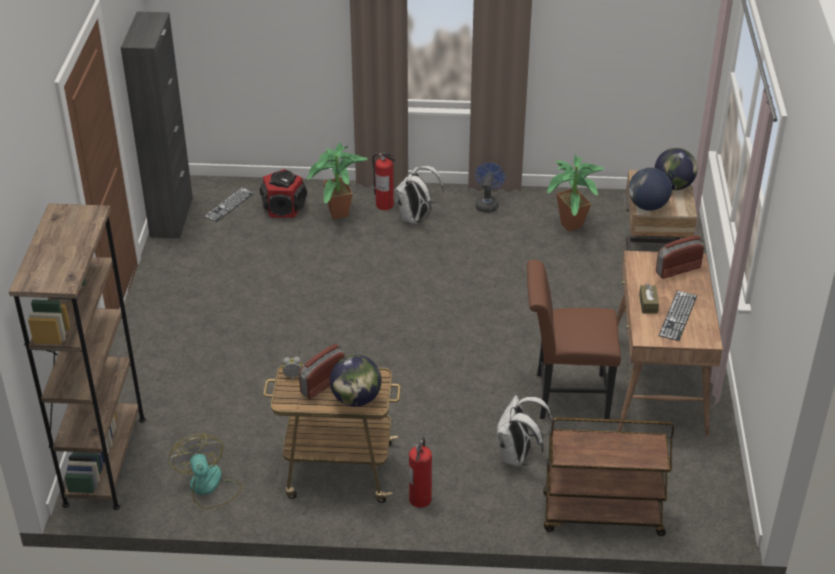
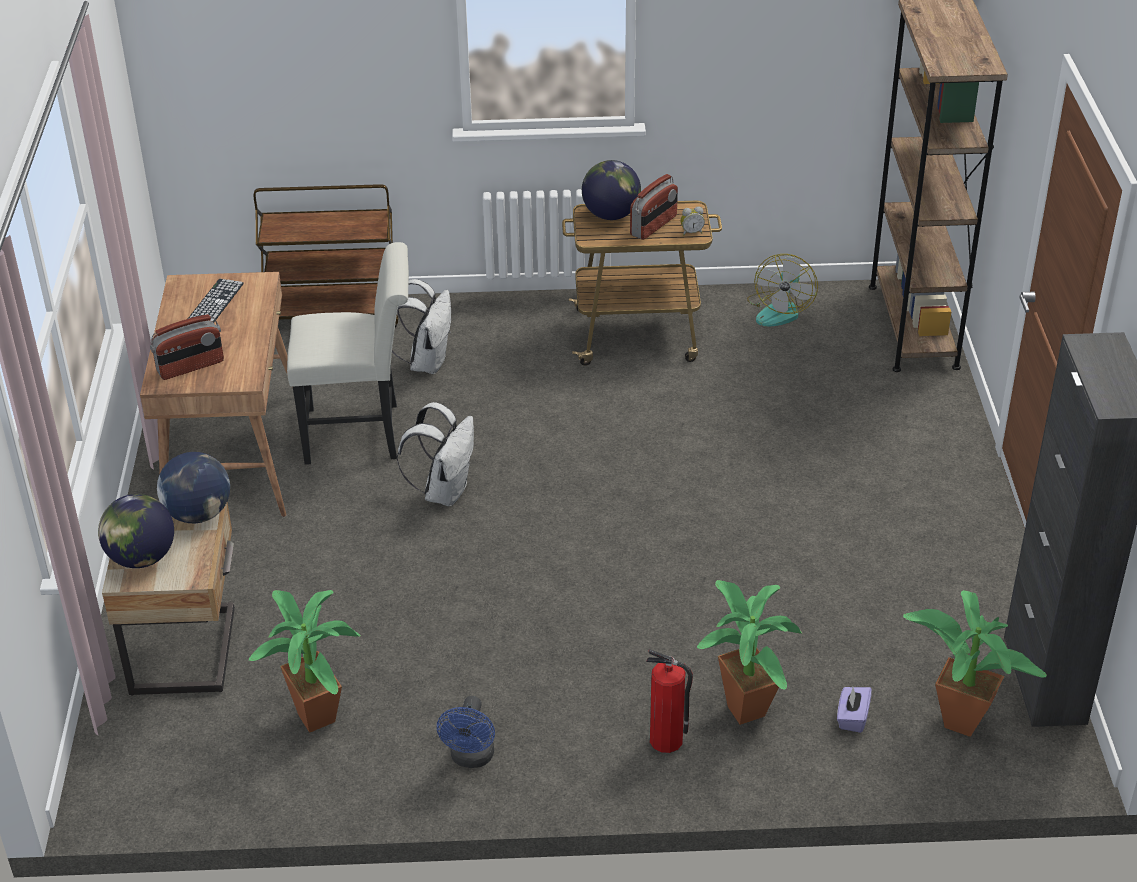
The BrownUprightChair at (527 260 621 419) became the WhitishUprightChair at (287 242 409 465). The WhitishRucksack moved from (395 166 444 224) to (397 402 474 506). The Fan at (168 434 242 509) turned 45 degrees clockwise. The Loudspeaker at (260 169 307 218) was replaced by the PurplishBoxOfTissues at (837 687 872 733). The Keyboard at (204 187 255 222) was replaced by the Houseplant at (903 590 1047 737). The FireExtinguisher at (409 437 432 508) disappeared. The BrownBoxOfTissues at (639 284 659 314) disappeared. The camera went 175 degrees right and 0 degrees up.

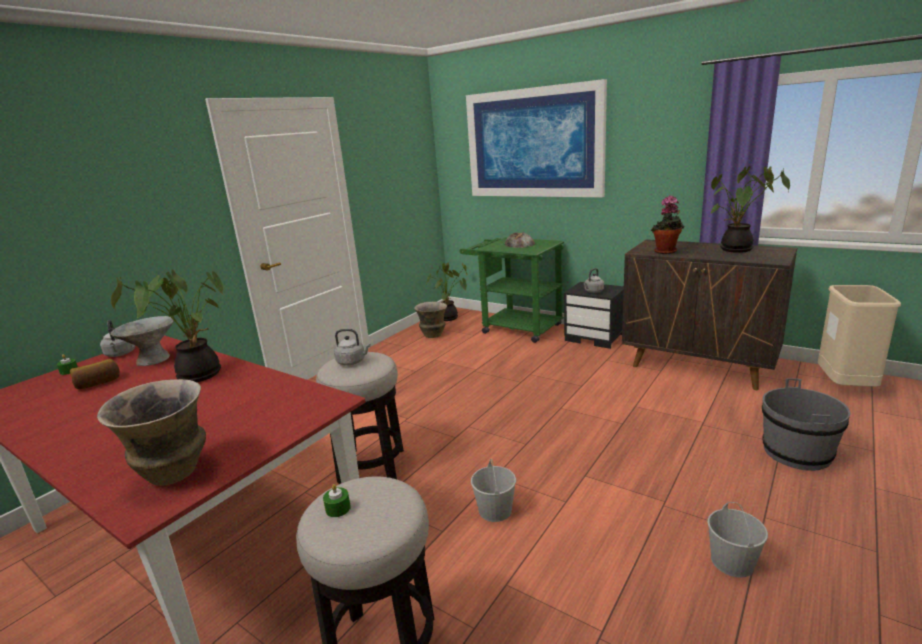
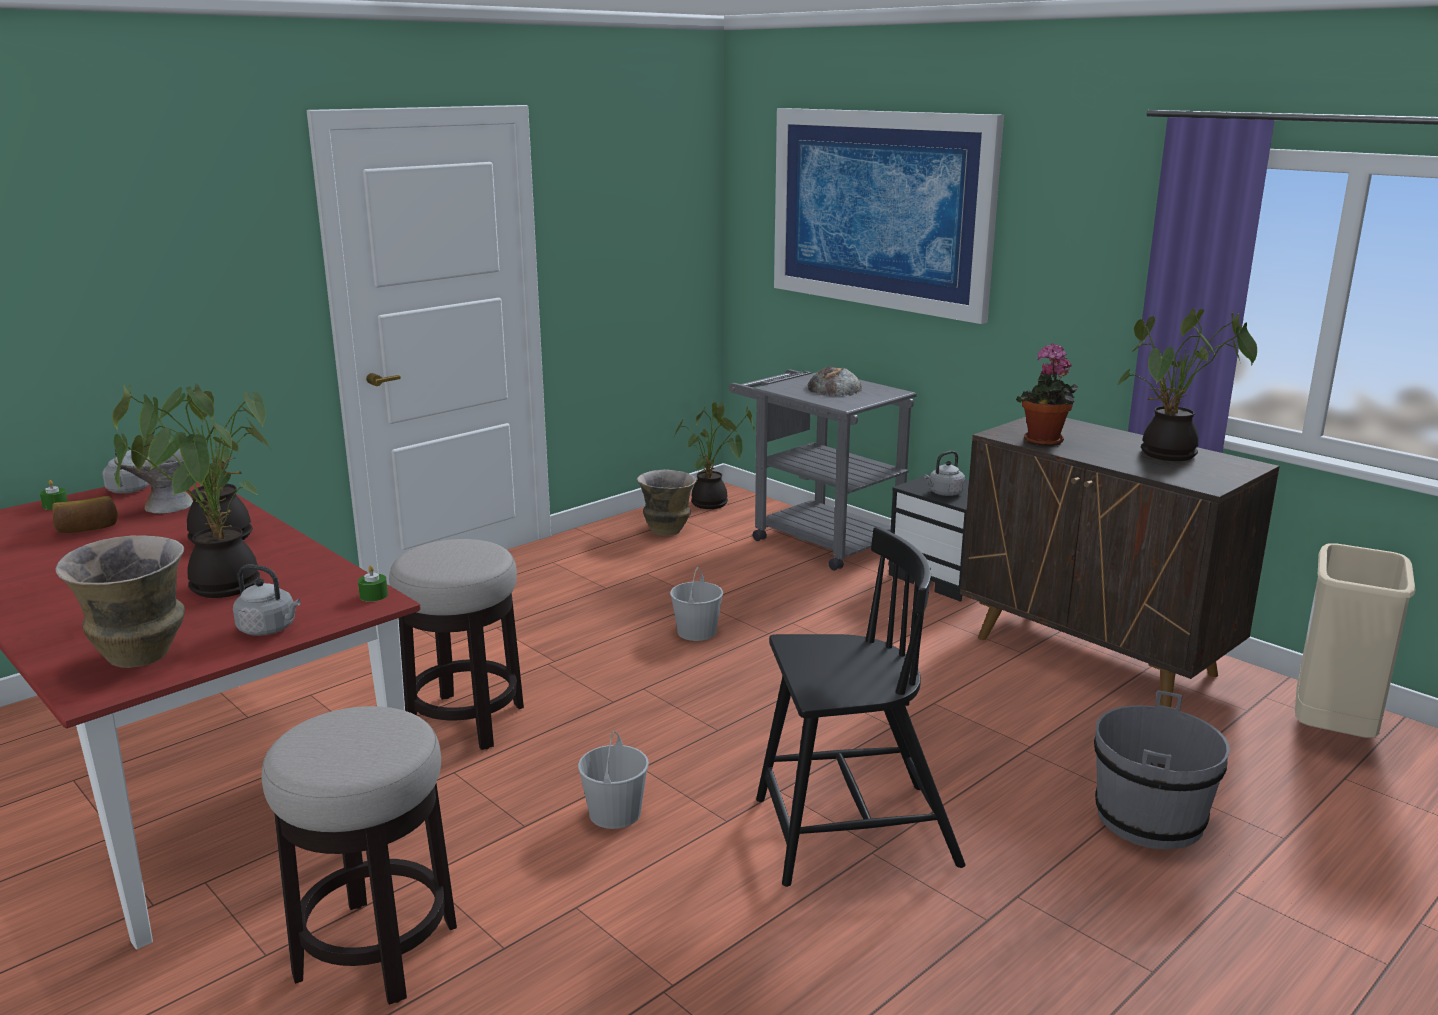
The Houseplant at (113 416 273 598) appeared. The GreyishWaterKettle moved from (334 329 371 365) to (233 565 301 636). The GreenCandle moved from (323 484 351 517) to (358 565 388 602). The WhitishWaterBucket moved from (707 502 768 578) to (670 567 723 641). The GreenTrolley at (459 237 564 343) became the GreyishTrolley at (729 370 917 571). The BlackColouredUprightChair at (756 527 965 887) appeared. The camera went 10 degrees right and 0 degrees up.

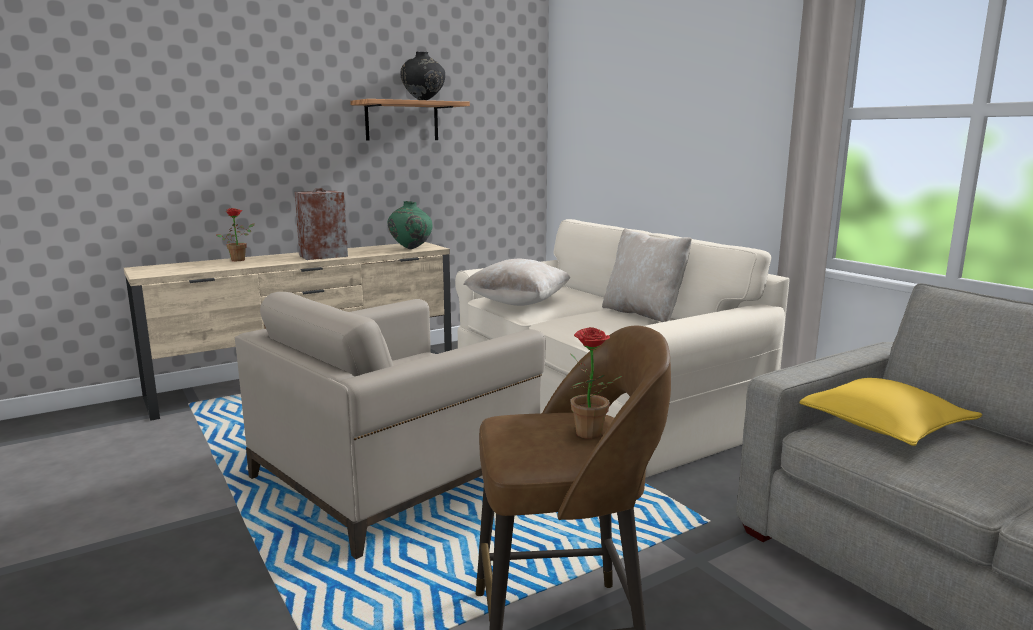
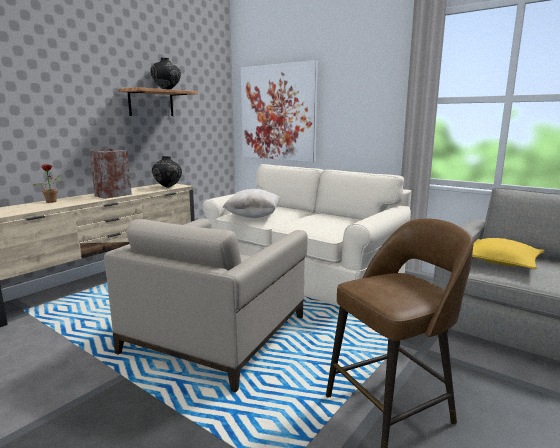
The GreenFlowerVase at (388 201 433 249) became the BlackColouredFlowerVase at (152 156 182 188). The WallPicture at (241 60 318 162) appeared. The Houseplant at (570 327 622 439) disappeared. The SandColouredThrowPillow at (602 228 692 322) disappeared. The camera went 20 degrees left and 0 degrees up.

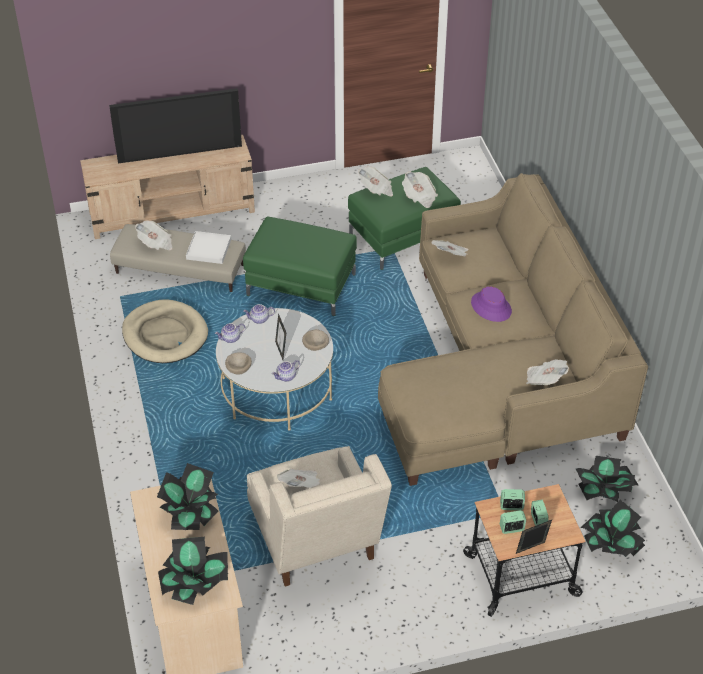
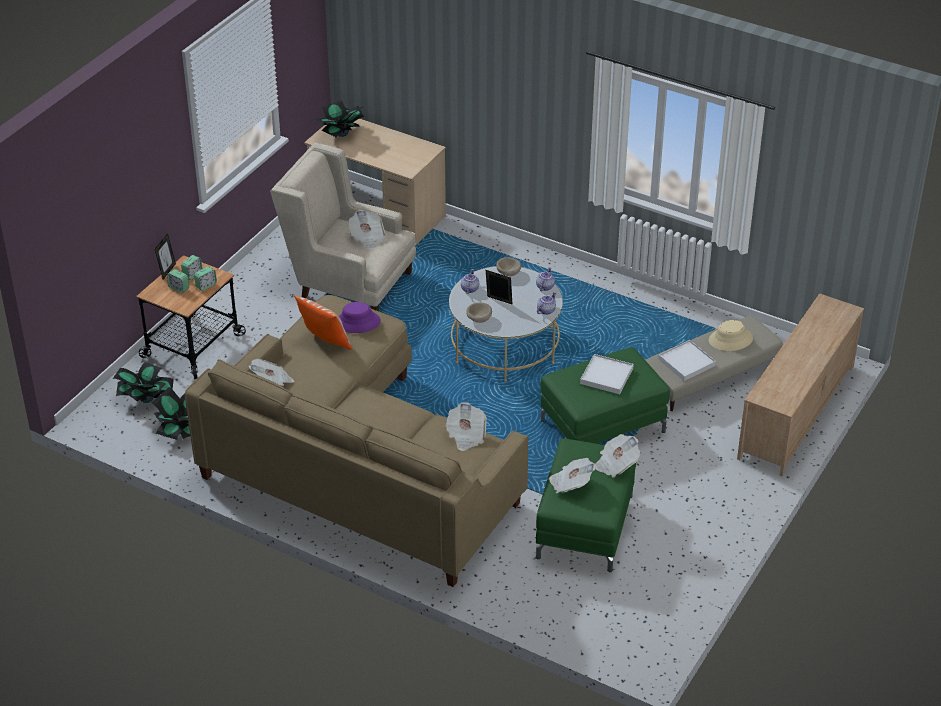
The ThrowPillow at (294 295 352 350) appeared. The PurplishWearableHat moved from (471 287 512 322) to (339 302 381 333). The WhitishTray at (580 354 634 394) appeared. The Newspaper at (135 221 172 250) was replaced by the SandColouredWearableHat at (709 320 753 351). The Television at (109 88 242 164) disappeared. The SandColouredPetBed at (122 299 208 363) disappeared. The Houseplant at (157 463 218 530) disappeared. The camera went 135 degrees right and 5 degrees down.

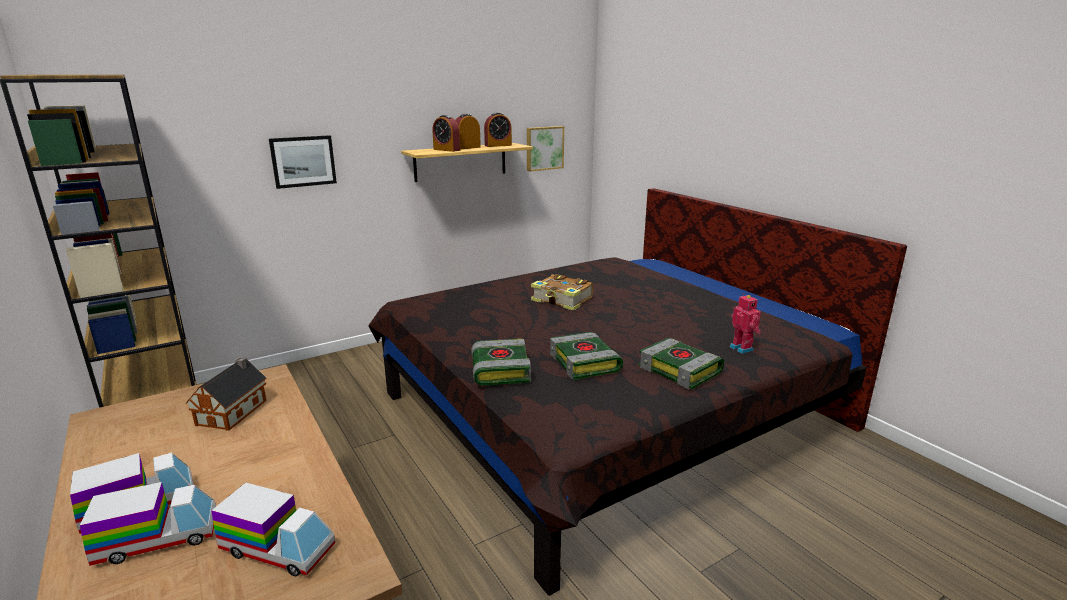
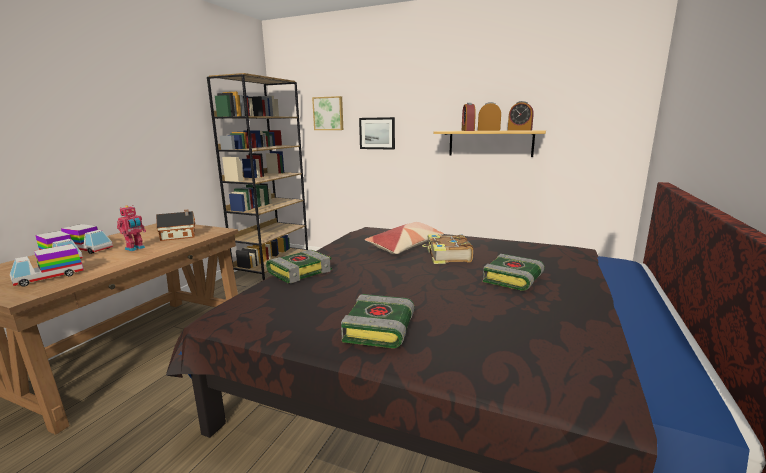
The ToyTruck at (211 483 336 577) turned 60 degrees clockwise. The ToyRobot moved from (730 294 761 354) to (117 205 146 251). The WallPicture moved from (527 126 564 172) to (312 96 343 130). The ThrowPillow at (365 222 444 254) appeared. The Volume moved from (550 332 624 380) to (483 254 545 291). The camera went 55 degrees right and 5 degrees down.

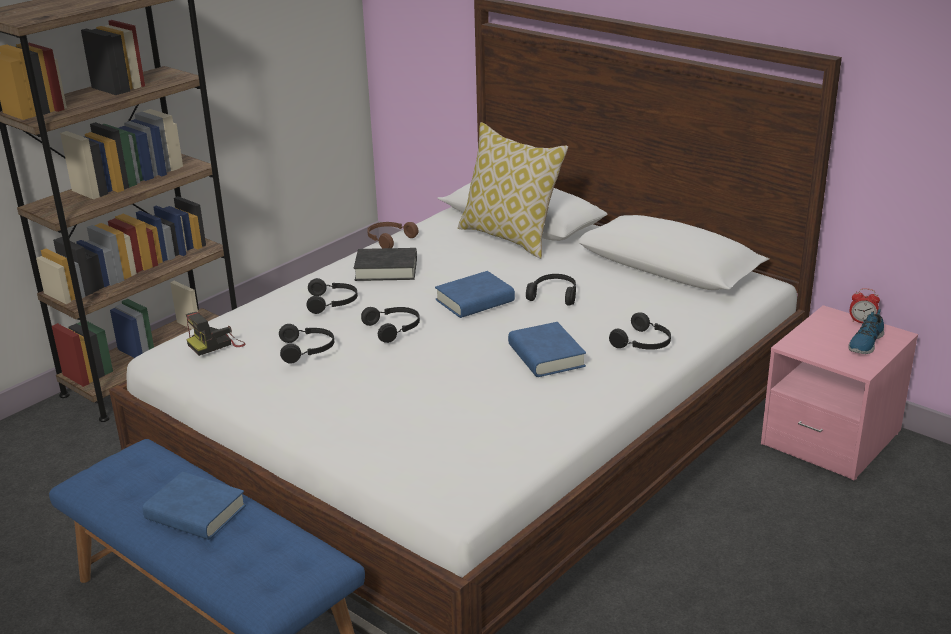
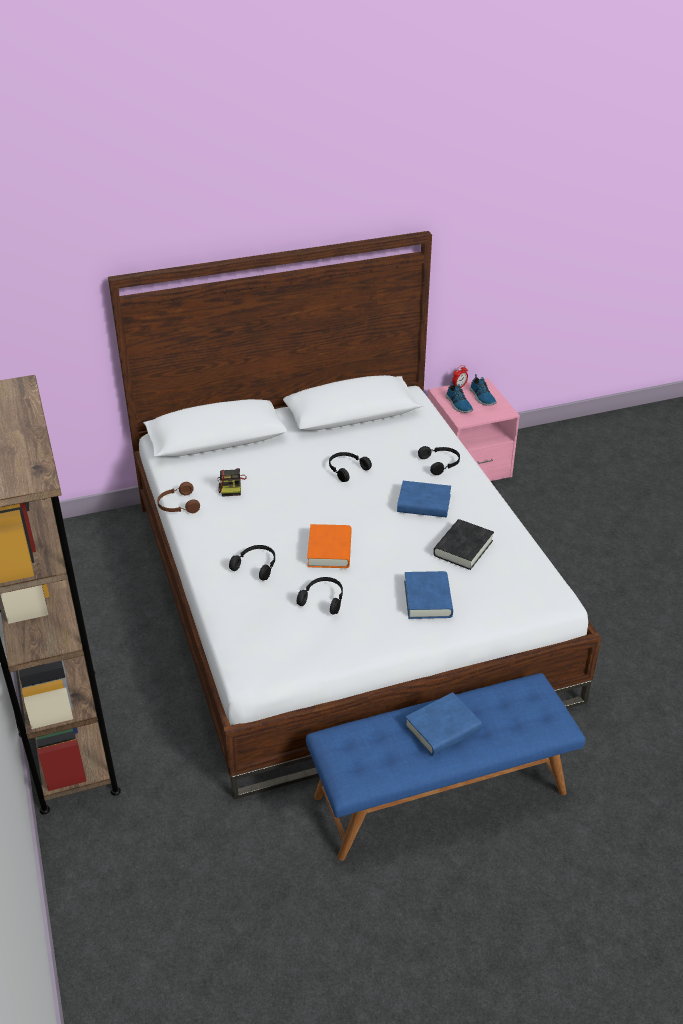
The PhotoCamera moved from (186 312 246 356) to (218 468 247 497). The BlackColouredHeadphones at (361 307 420 343) was replaced by the OrangeColouredVolume at (307 524 351 568). The BlueColouredVolume moved from (435 271 515 318) to (404 571 453 619). The BlackColouredVolume moved from (354 248 417 281) to (433 519 494 570). The Shoe at (446 381 473 413) appeared. The ThrowPillow at (458 122 568 259) disappeared. The camera went 60 degrees left and 10 degrees up.

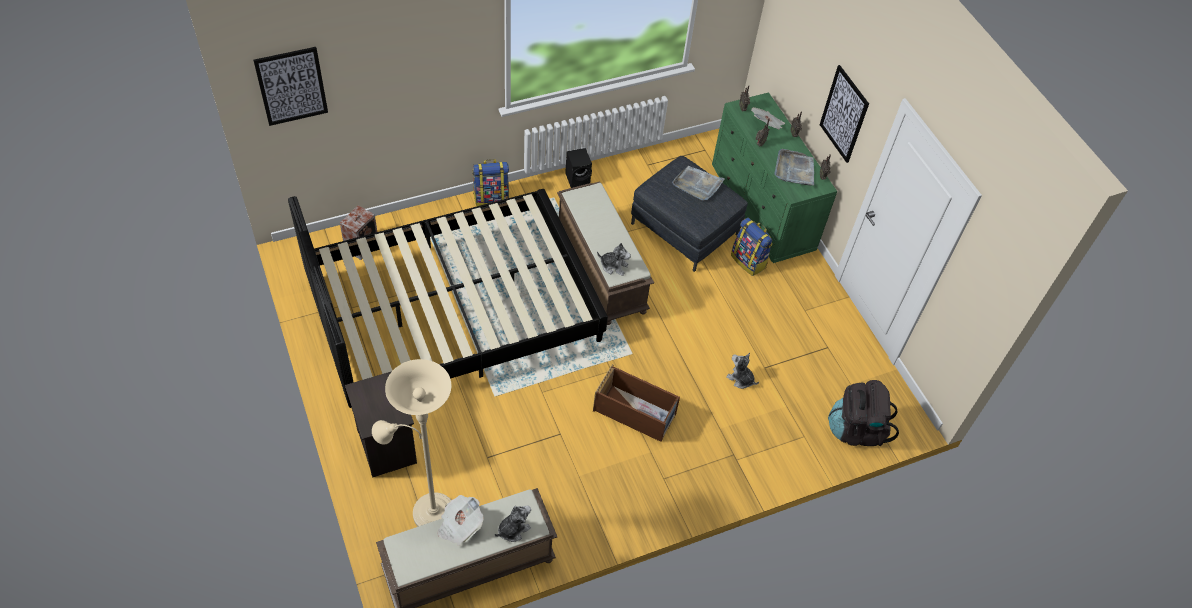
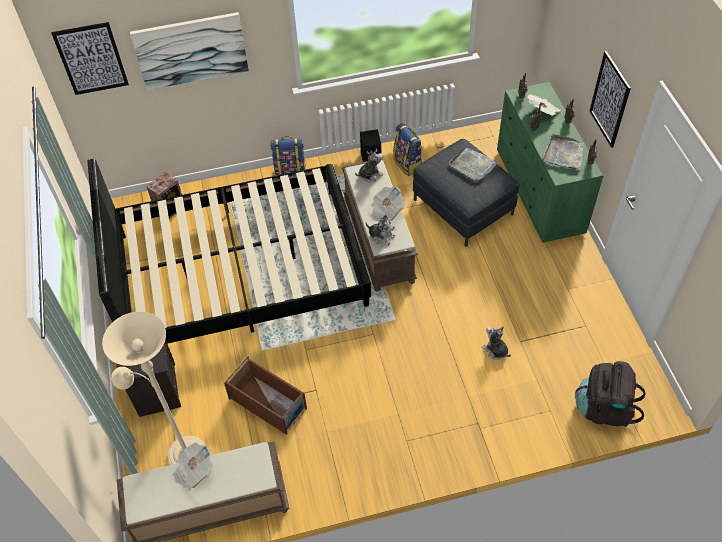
The WallPicture at (130 12 249 90) appeared. The BrownStorageContainer moved from (593 364 680 442) to (224 356 307 434). The PlushToy moved from (495 506 531 542) to (355 150 383 182). The Newspaper at (370 187 405 221) appeared. The Rucksack moved from (731 218 773 276) to (393 123 422 176). The camera went 15 degrees right and 0 degrees up.

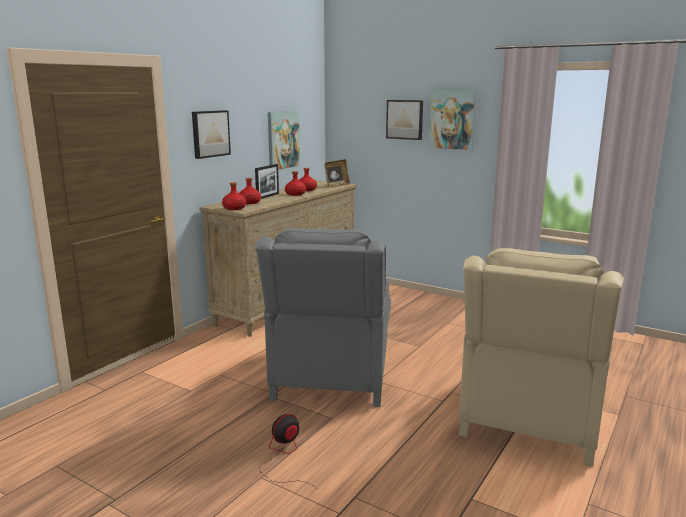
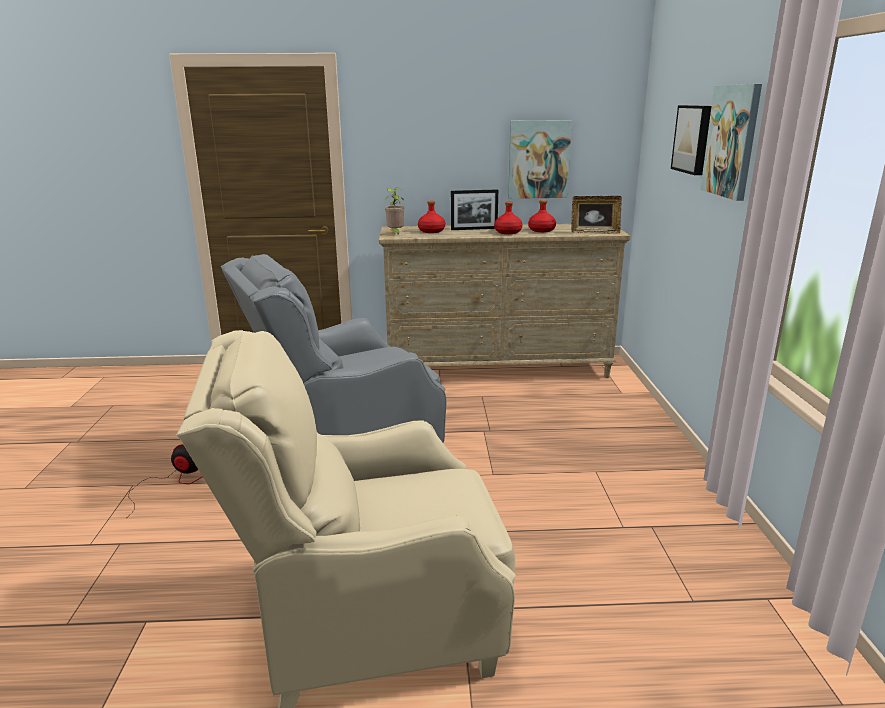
The ReddishBottle at (222 182 246 210) was replaced by the Houseplant at (385 187 405 234). The WallPicture at (192 110 231 159) disappeared. The camera went 55 degrees right and 5 degrees up.

